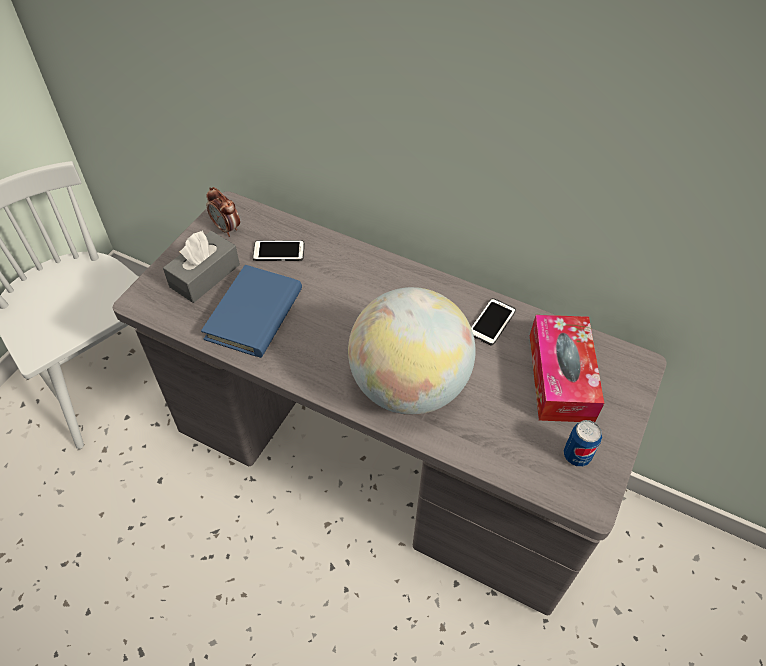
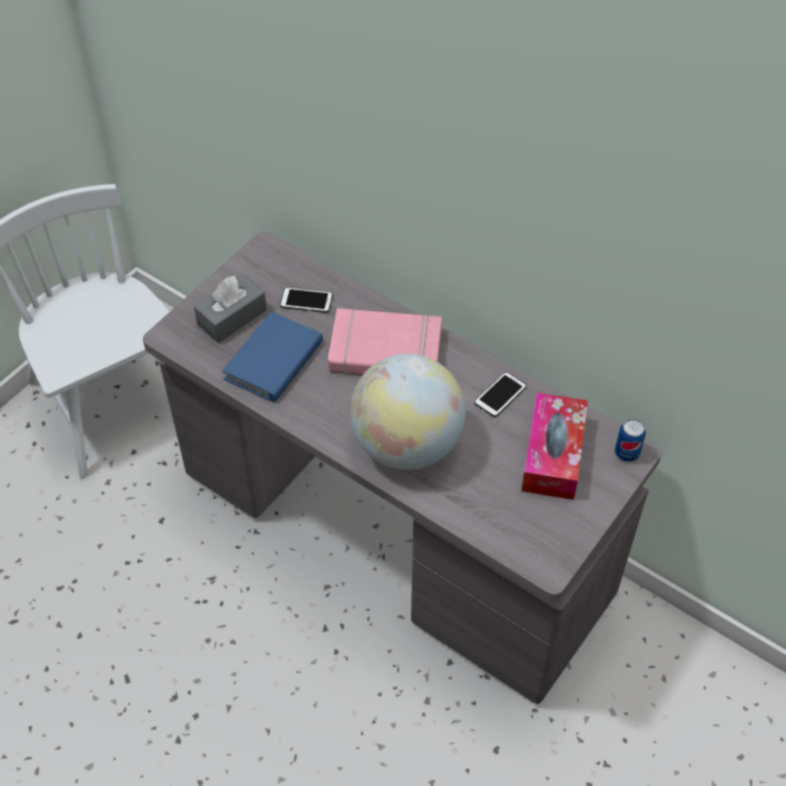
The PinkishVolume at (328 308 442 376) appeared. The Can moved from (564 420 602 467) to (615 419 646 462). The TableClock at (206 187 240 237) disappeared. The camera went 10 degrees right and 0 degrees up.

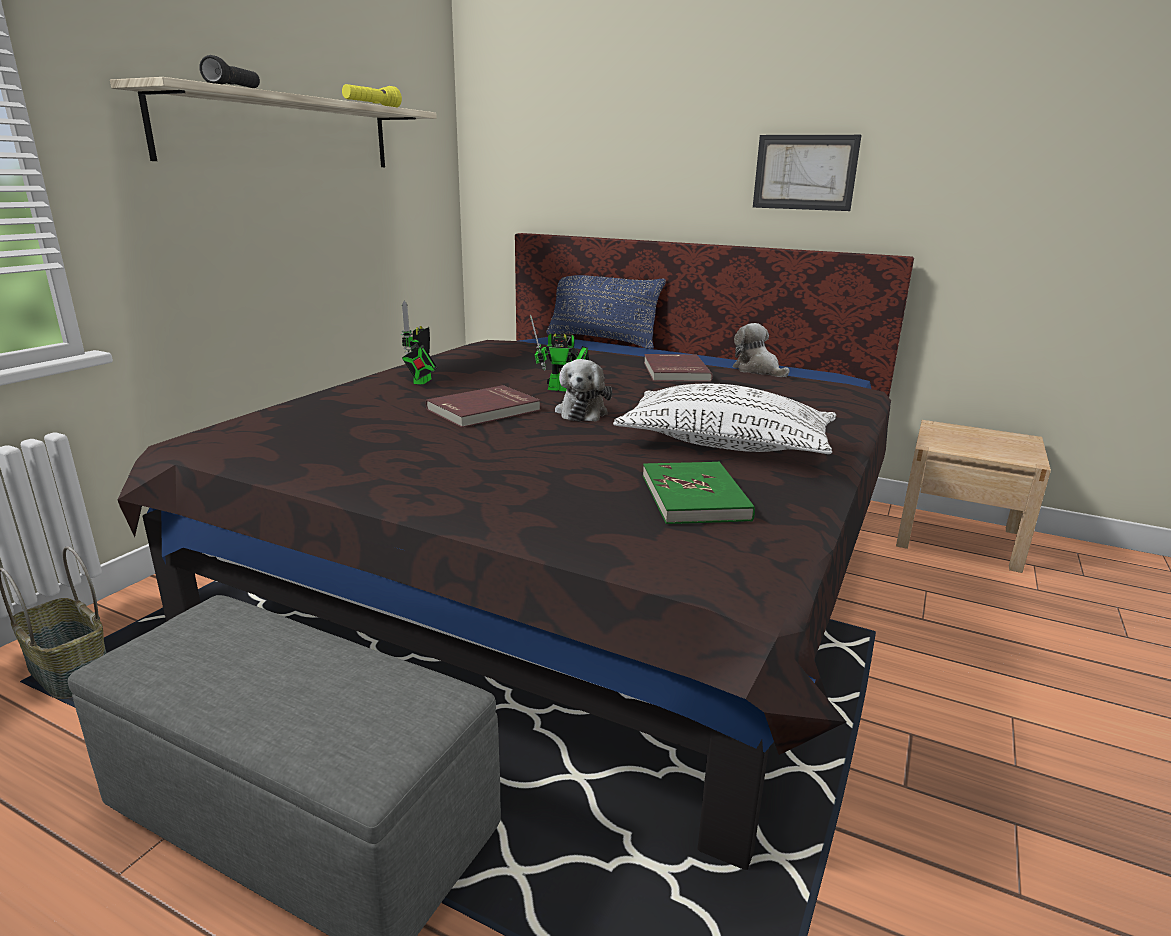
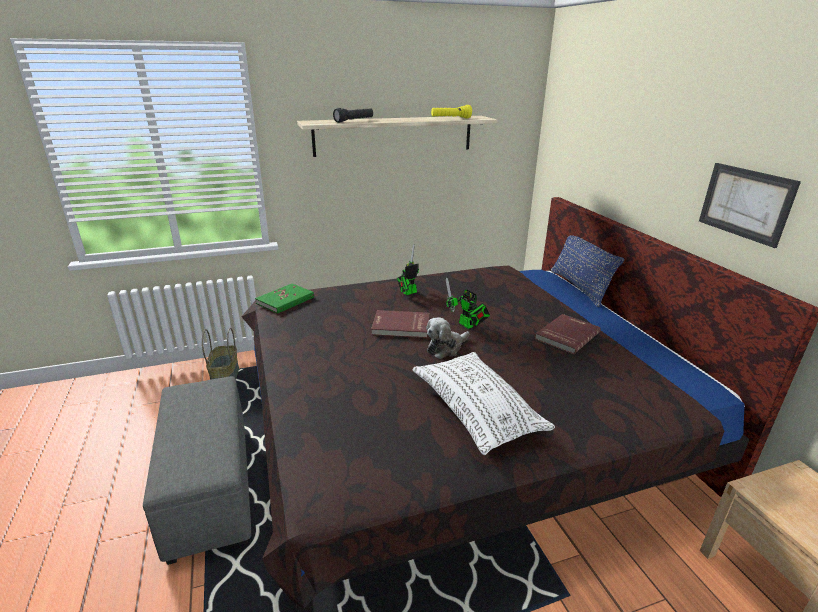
The GreenVolume moved from (643 461 755 524) to (255 284 314 314). The PlushToy at (733 323 790 377) disappeared. The camera went 45 degrees right and 5 degrees up.

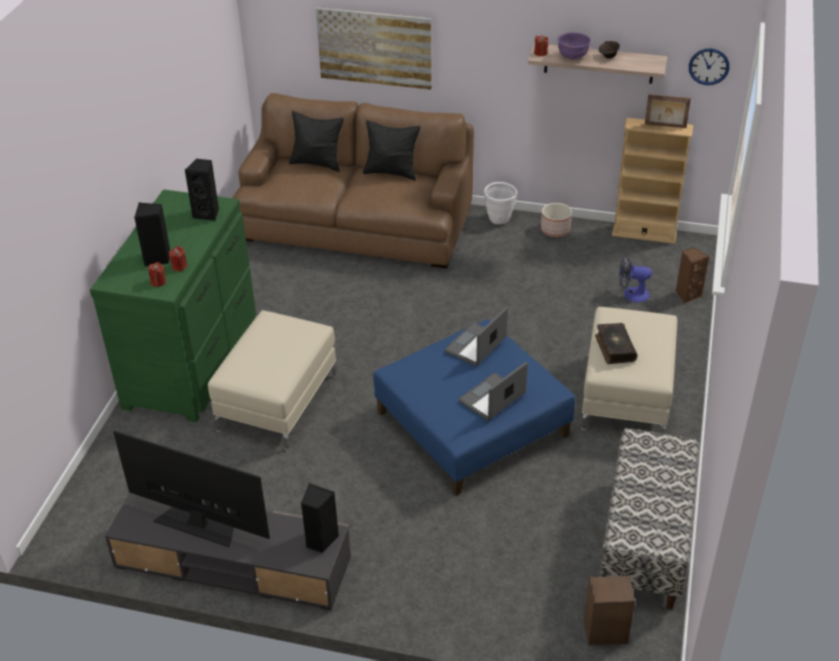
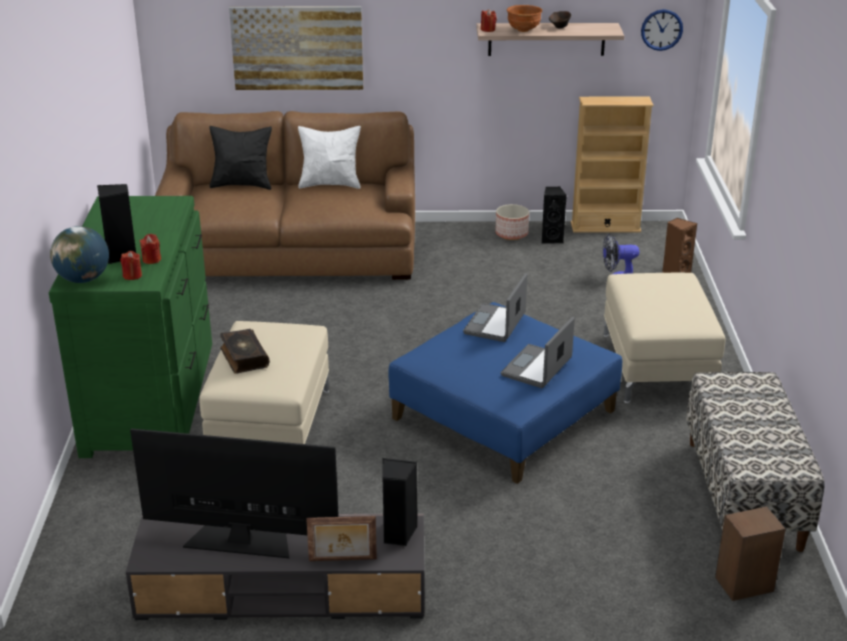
The DeskGlobe at (50 226 109 283) appeared. The Volume moved from (595 323 637 364) to (220 329 269 374). The BlackColouredThrowPillow at (363 120 420 181) became the WhitishThrowPillow at (298 126 361 189). The PictureFrame moved from (645 94 691 128) to (306 516 377 561). The PurplishDeepDish at (558 32 591 60) became the BrownDeepDish at (507 5 542 32). The BlackColouredLoudspeaker moved from (184 159 219 221) to (541 187 567 244). The WhitishPlantPot at (484 182 517 224) disappeared. The camera went 15 degrees left and 10 degrees down.

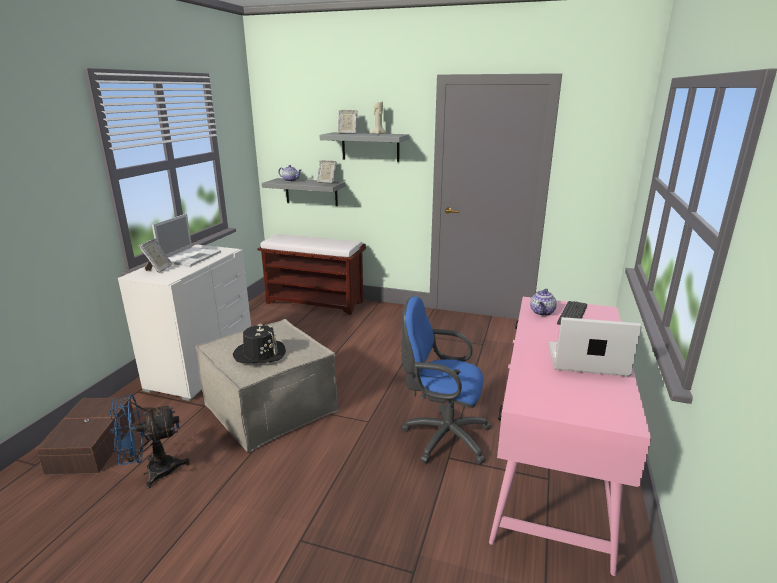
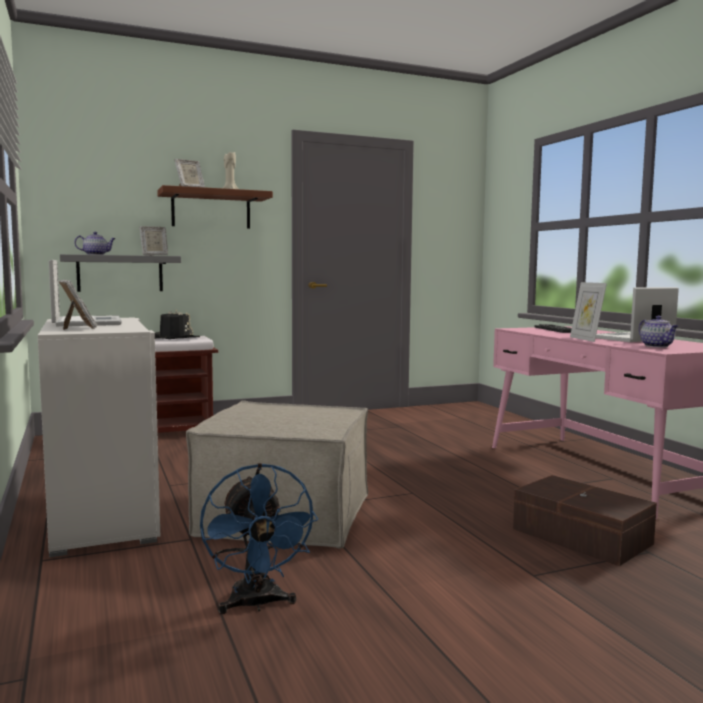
The BlackColouredWearableHat moved from (233 324 286 364) to (155 309 200 339). The GreyishWallShelf at (320 132 409 162) became the BrownWallShelf at (157 185 273 229). The BlueColouredFan at (110 394 190 489) turned 45 degrees counterclockwise. The BrownStorageContainer moved from (36 397 136 475) to (513 475 657 566). The PictureFrame at (570 282 607 342) appeared. The TeaPot moved from (530 288 557 316) to (639 316 678 347). The BlueColouredComputerChair at (401 296 491 464) disappeared. The camera went 40 degrees left and 15 degrees down.

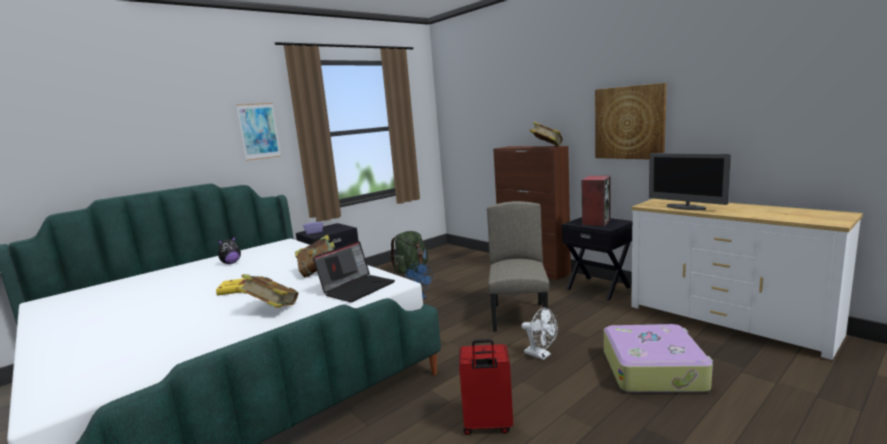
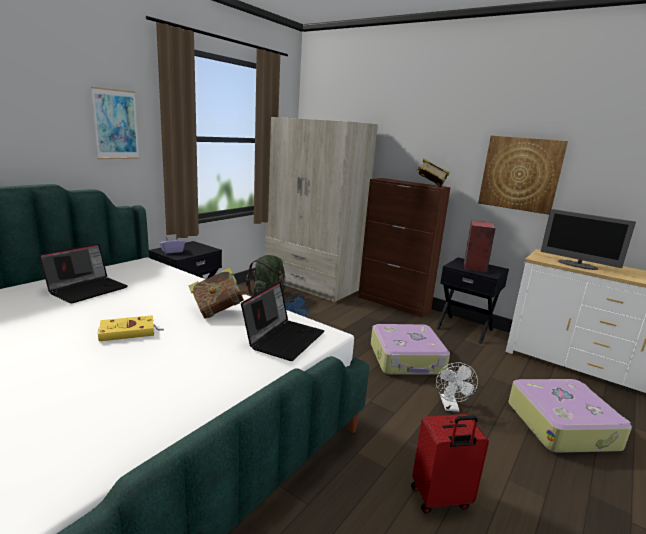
The PlushToy at (218 236 241 264) was replaced by the PortableComputer at (39 243 128 304). The SandColouredWardrobe at (265 117 378 302) appeared. The SandColouredUprightChair at (487 201 549 332) was replaced by the PieceOfLuggage at (371 324 450 375). The WhitishFan at (522 308 558 360) turned 60 degrees clockwise. The Volume at (236 274 298 308) disappeared. The camera went 15 degrees left and 5 degrees up.

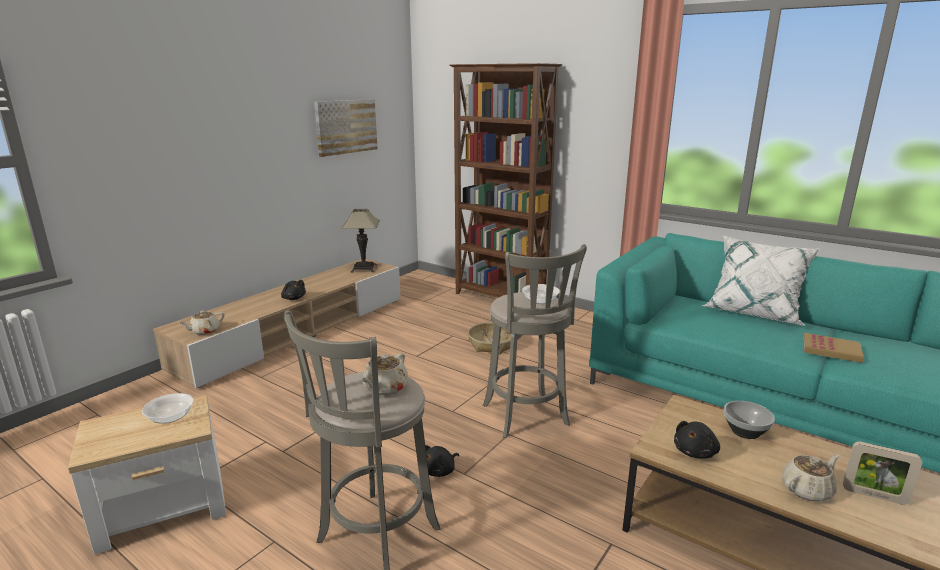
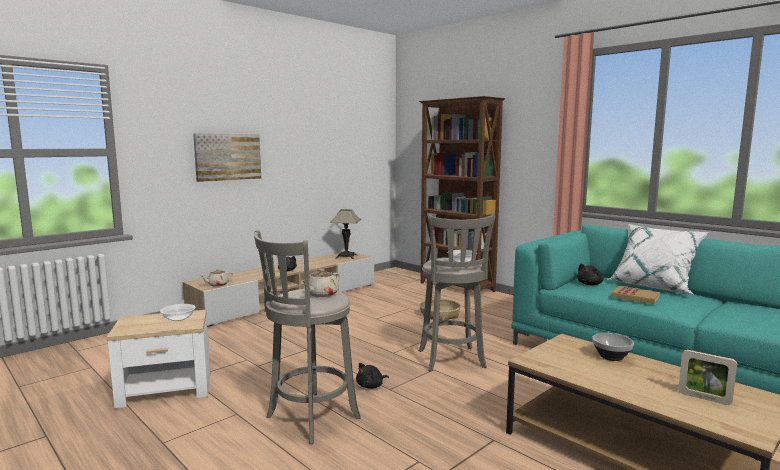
The WallPicture moved from (314 99 378 157) to (193 133 261 182). The BlackColouredPlushToy moved from (674 421 720 459) to (577 263 603 285). The Volume moved from (803 333 864 363) to (611 286 660 304). The SandColouredTeaPot at (782 454 839 502) disappeared. The camera went 10 degrees right and 10 degrees down.

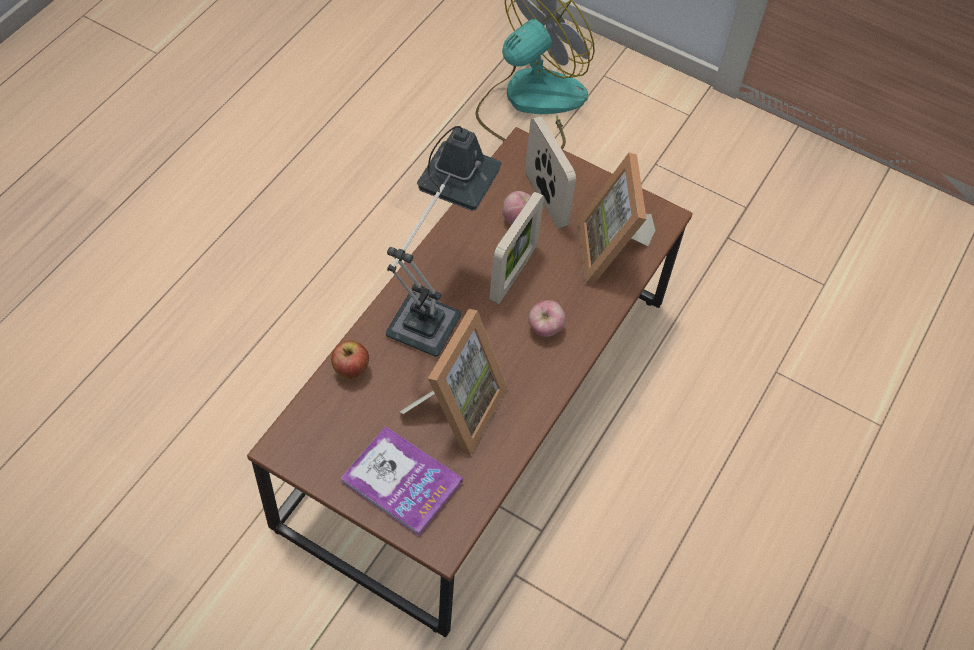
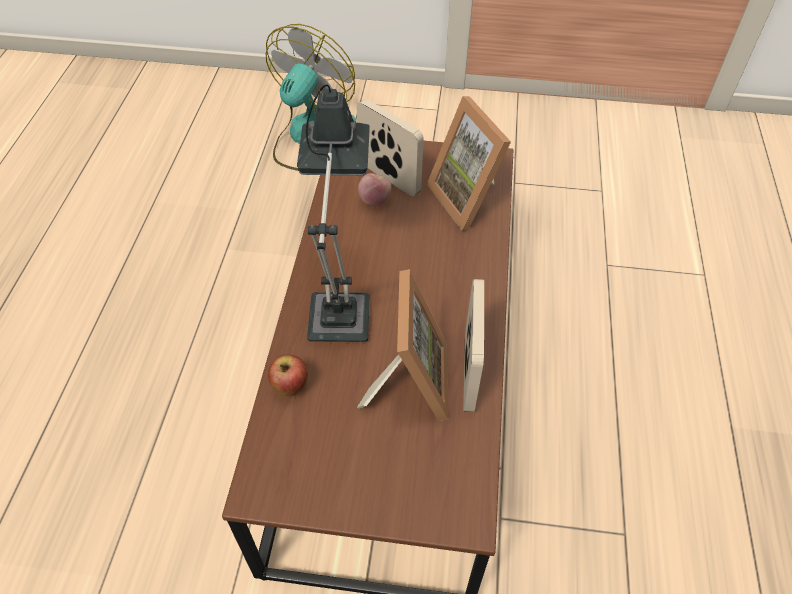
The PictureFrame moved from (489 192 544 304) to (463 279 484 412). The Volume at (341 426 463 536) disappeared. The WholeApple at (528 300 566 337) disappeared. The camera went 20 degrees left and 5 degrees down.

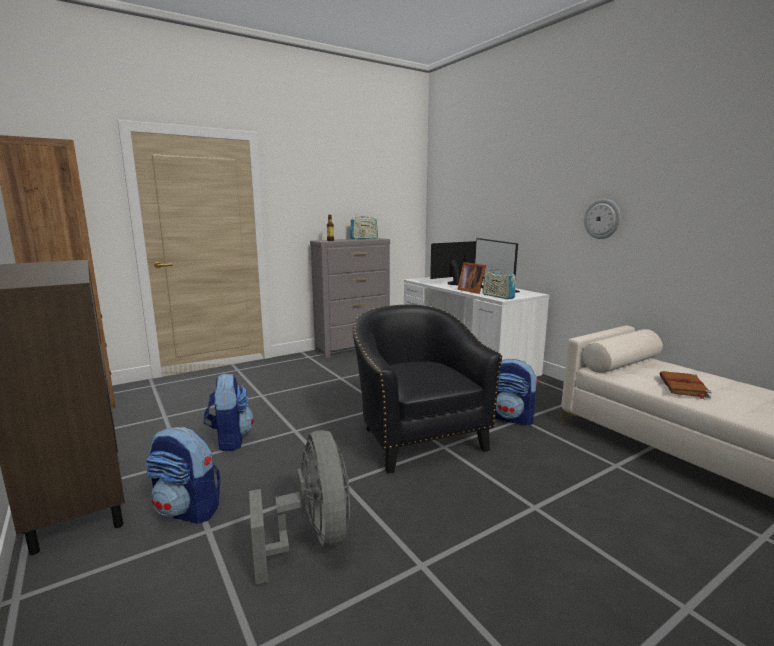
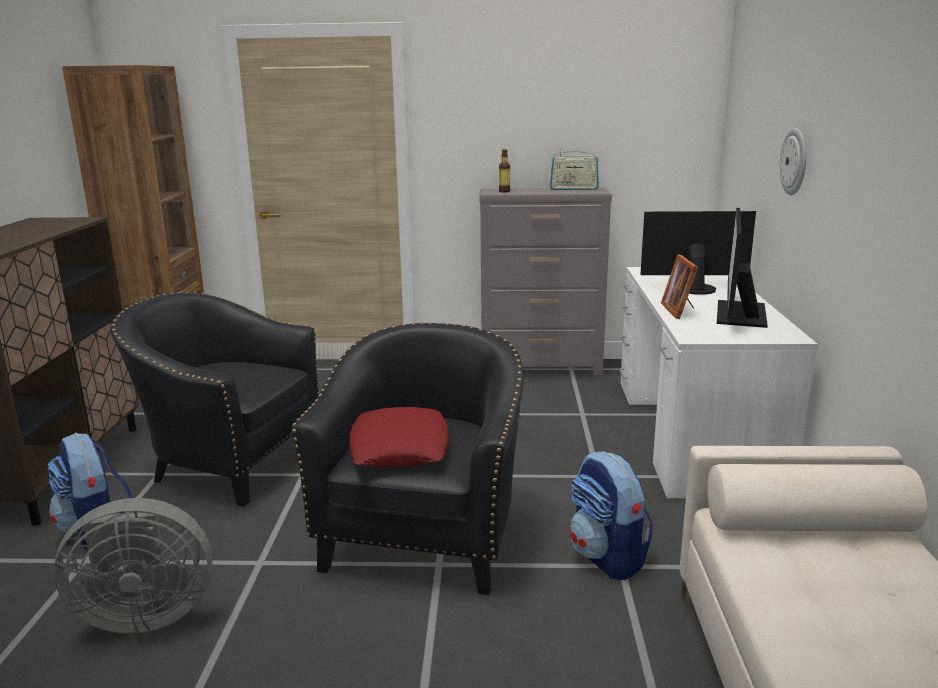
The GreyishFan at (249 430 350 584) turned 60 degrees clockwise. The Rucksack at (204 374 254 451) was replaced by the BlackColouredArmchair at (110 292 319 507). The ReddishThrowPillow at (349 407 449 467) appeared. The ClockOnTheWall moved from (584 199 621 239) to (780 128 806 195). The RadioSet at (483 266 515 299) disappeared. The BrownVolume at (659 371 711 399) disappeared. The camera went 35 degrees right and 5 degrees up.

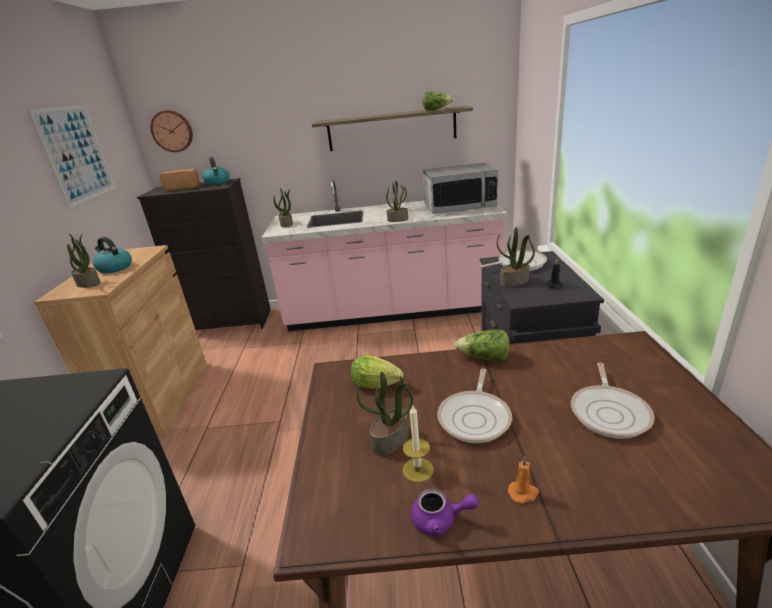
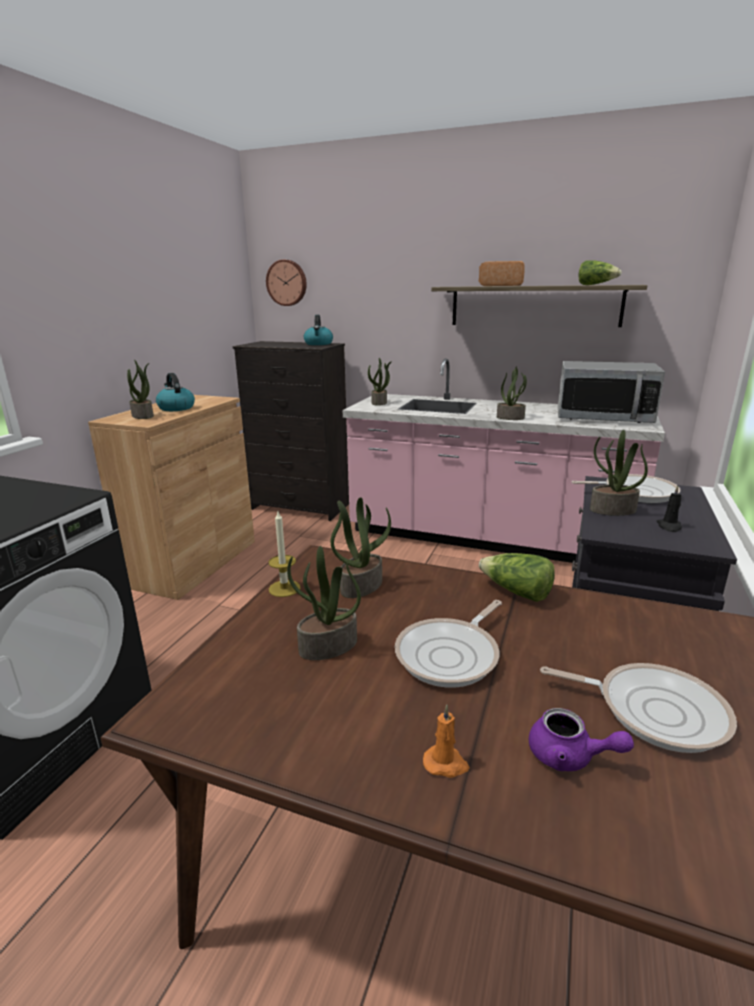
The Candle moved from (403 404 434 483) to (268 512 300 597). The Lettuce at (351 355 403 388) was replaced by the Houseplant at (331 497 391 598). The BakedBread moved from (159 169 200 191) to (479 261 525 286). The PurplishTeaPot moved from (411 489 479 537) to (529 708 634 771). The FryingPan at (571 363 655 439) turned 105 degrees counterclockwise. The WallPicture at (27 105 115 208) disappeared. The camera went 20 degrees right and 5 degrees down.

